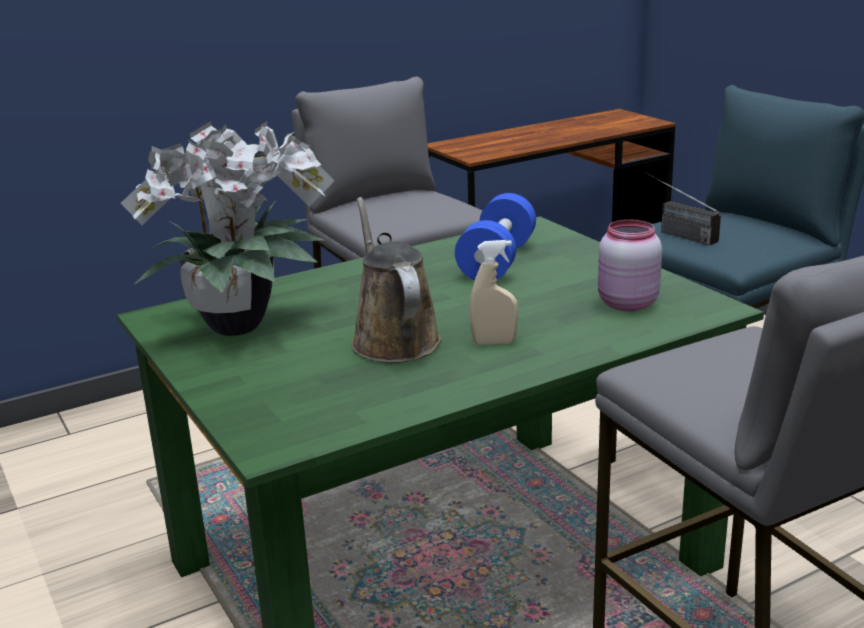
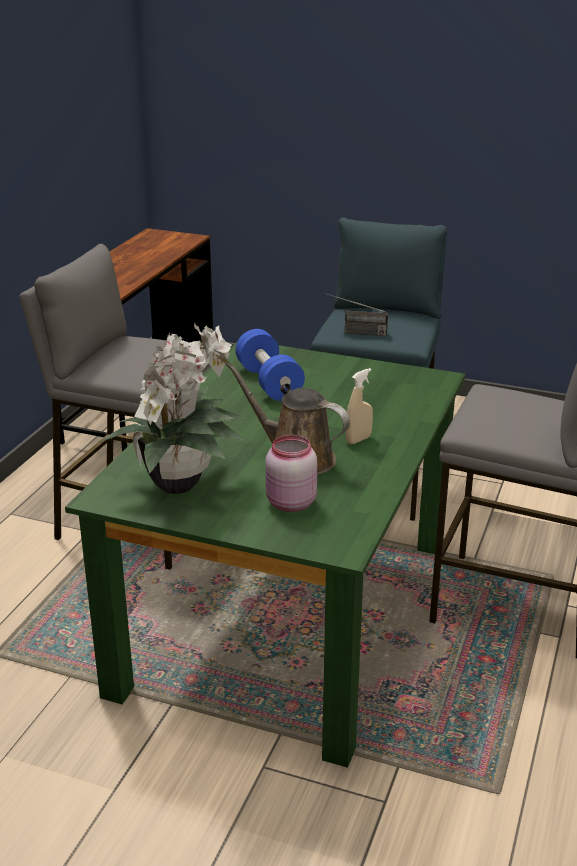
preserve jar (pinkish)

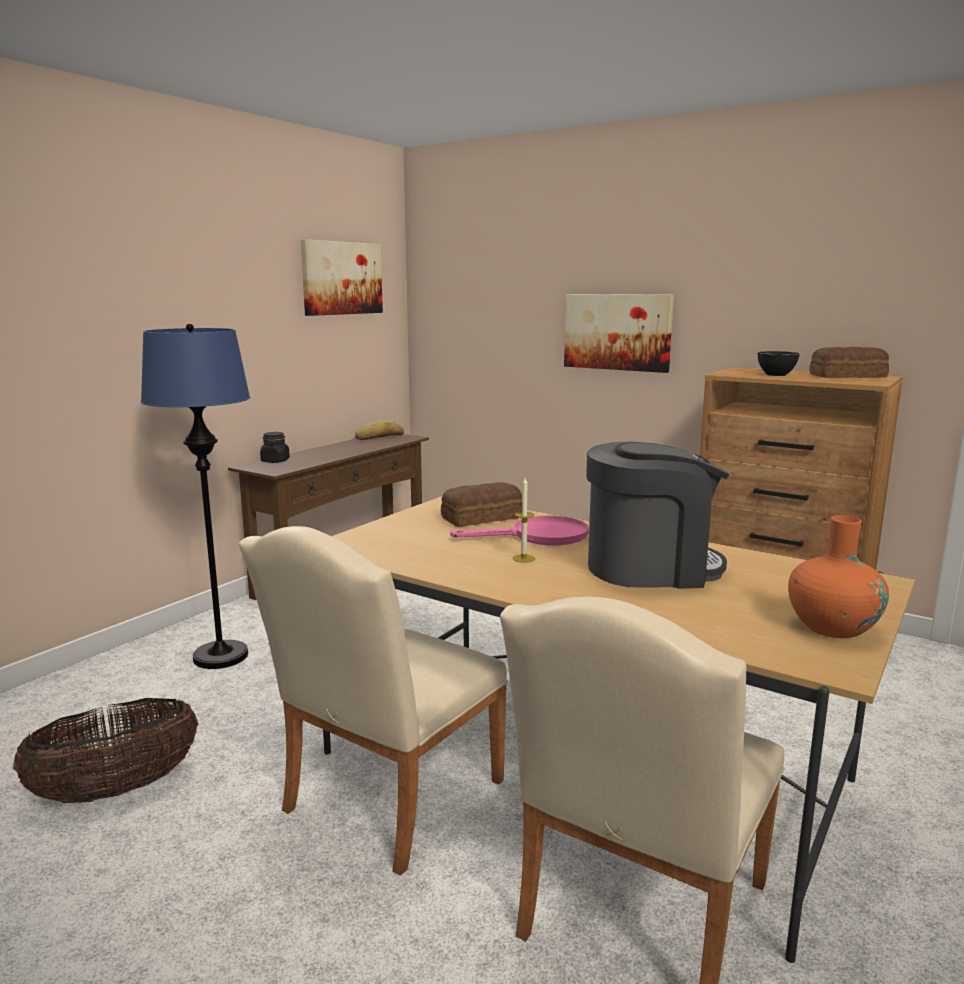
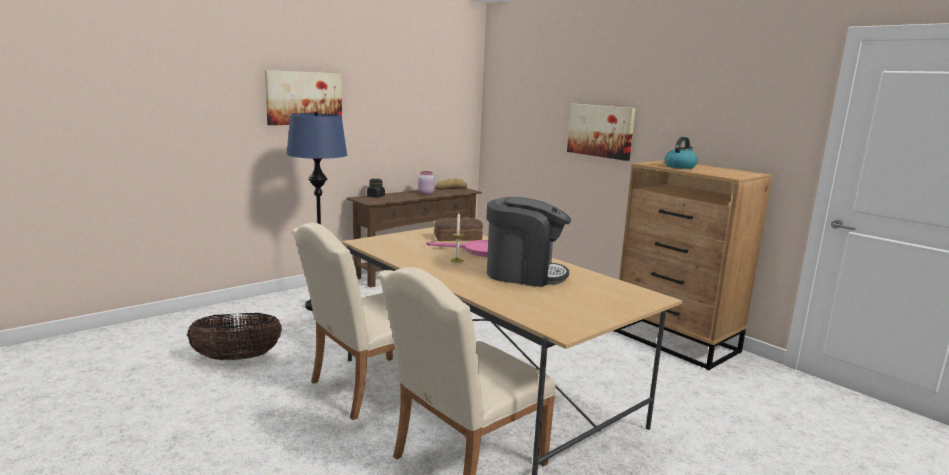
wall picture (no. 1 from left); preserve jar (pinkish); water kettle; vase (orange-coloured); bread (no. 3 from left in the first image)

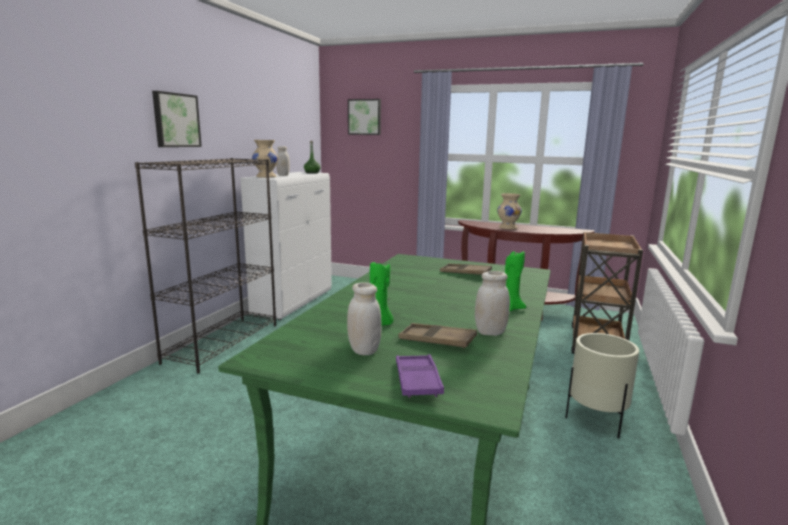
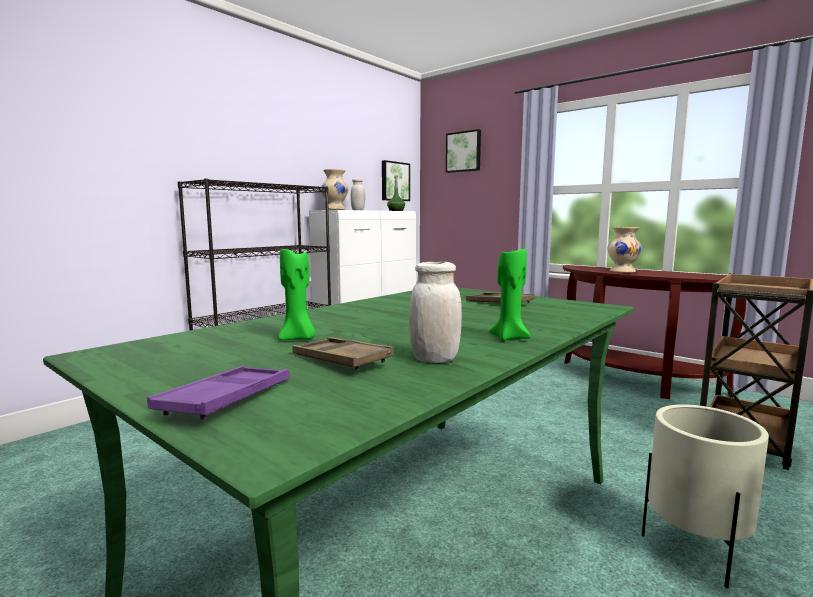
wall picture (no. 1 from left); preserve jar (white) (no. 2 from left in the first image)

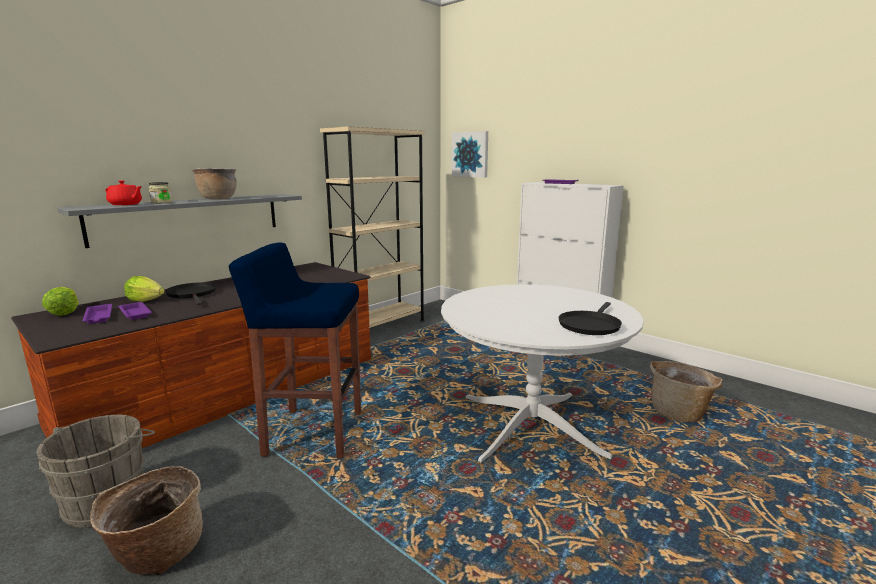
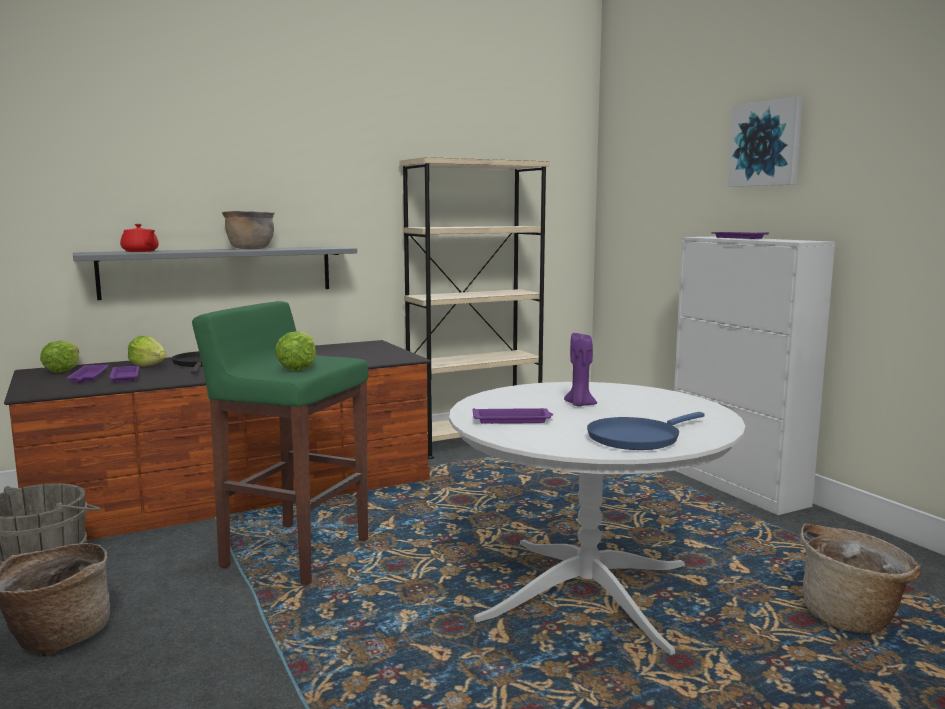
sitting stool (green); lettuce (no. 3 from left); carrying tray (purple) (no. 3 from left); wax light (purple); pan (blue-coloured); wall picture; preserve jar

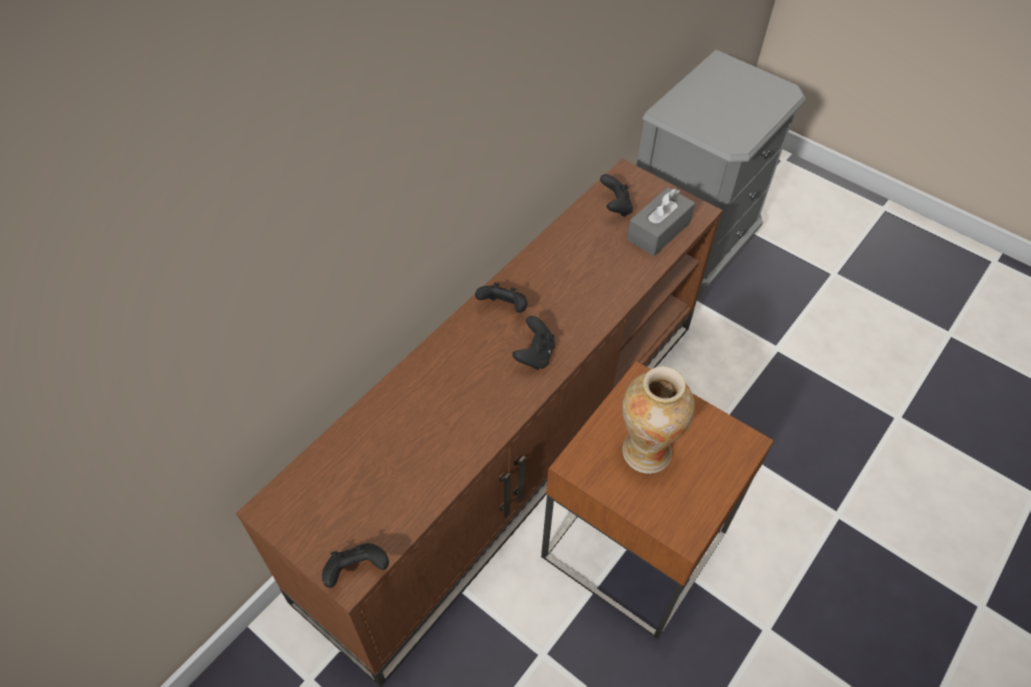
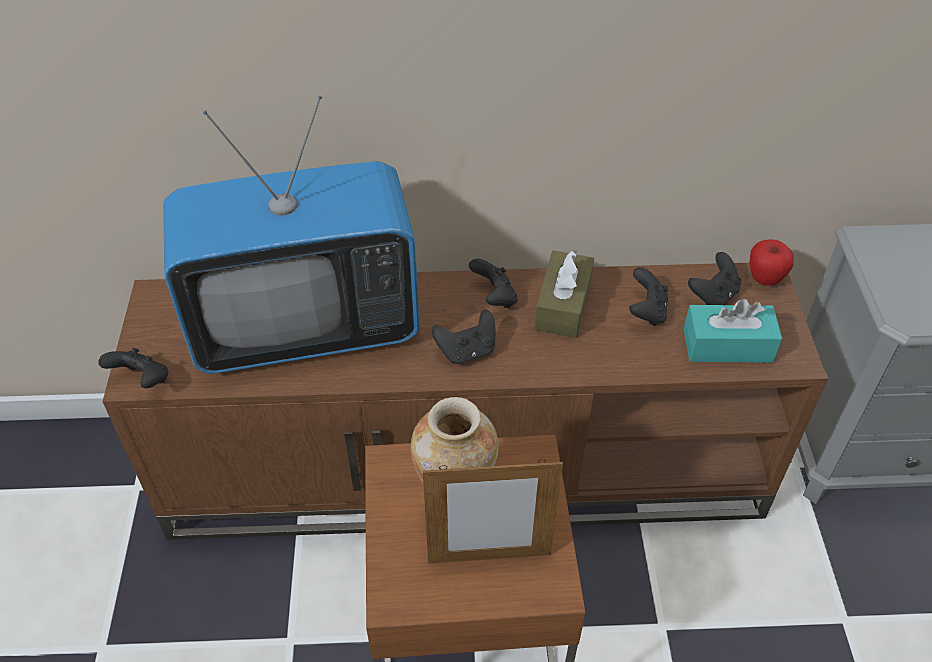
TV set; picture frame; tissue box (brown-coloured); gamepad (blackish) (no. 4 from left); tissue box (blue-green); apple fruit

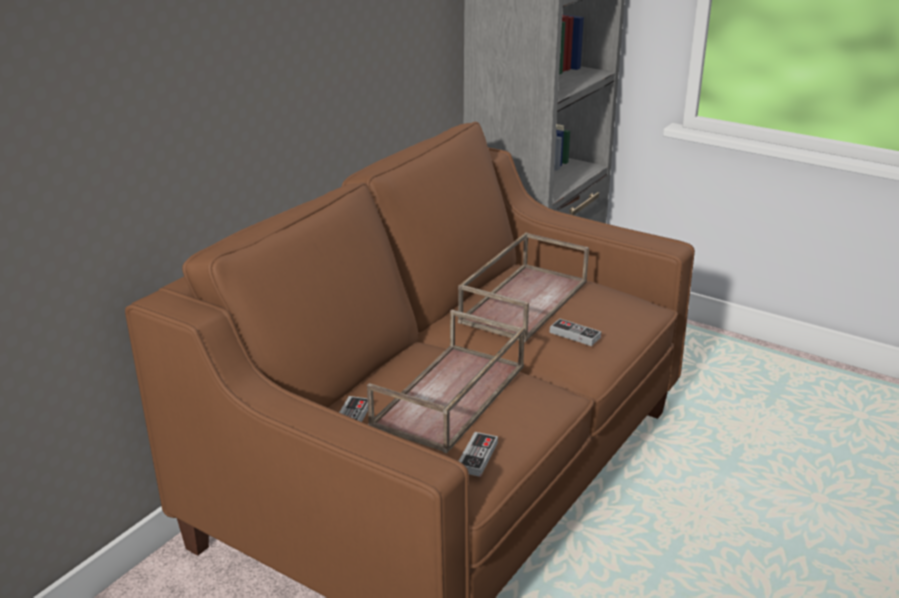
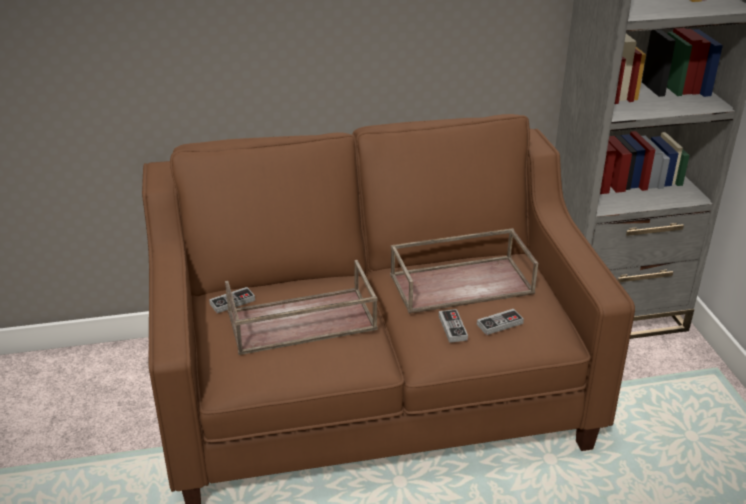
gamepad (no. 3 from left)

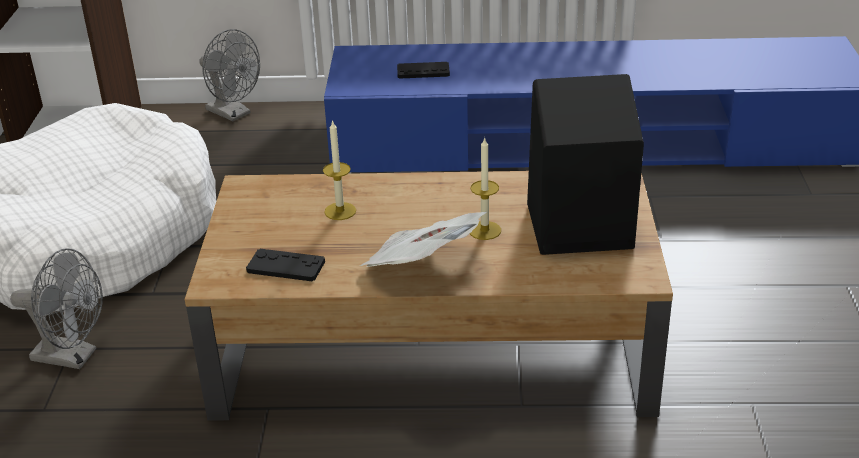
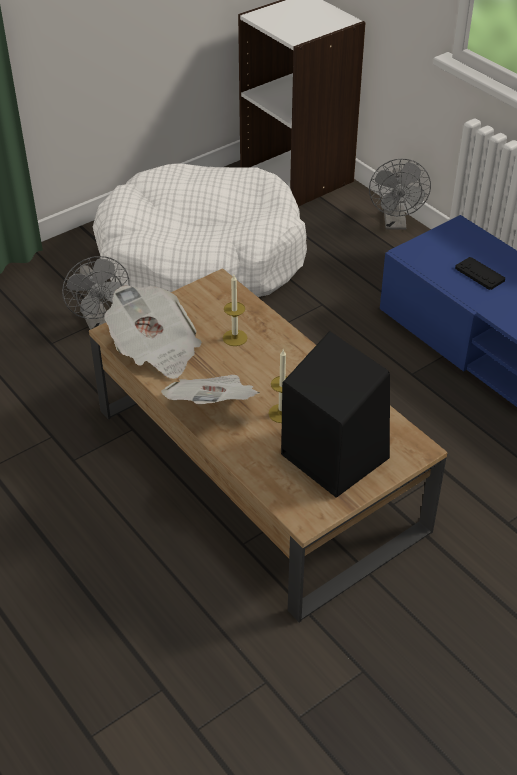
daily paper (no. 1 from left)

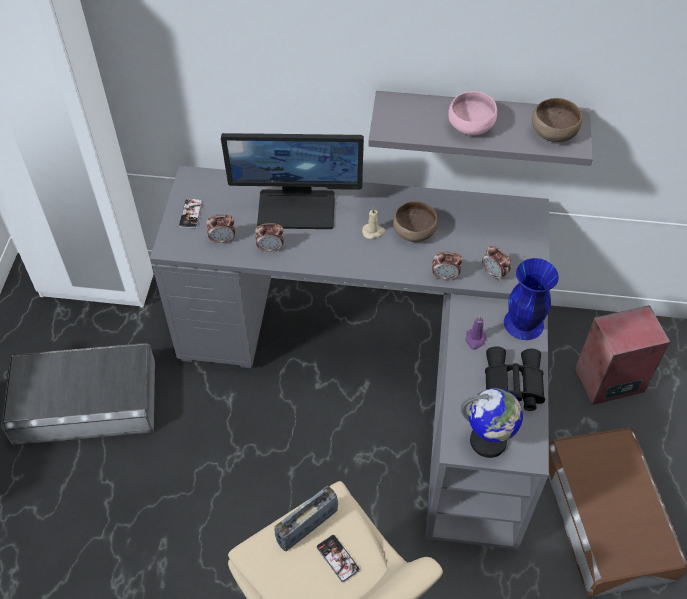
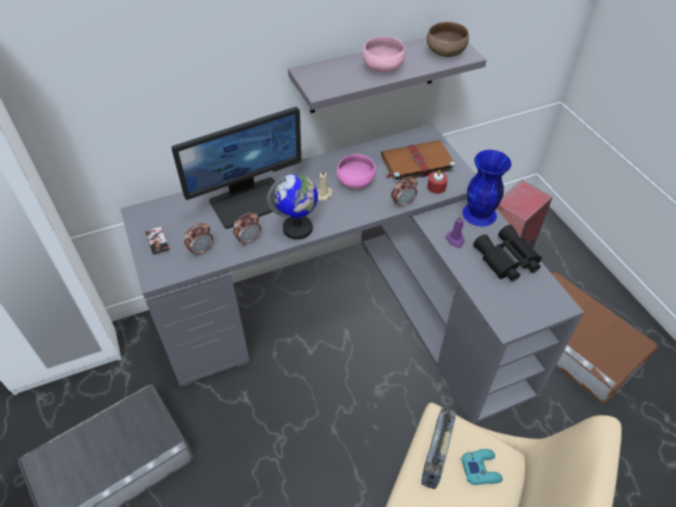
desk globe; deep dish (pinkish) (no. 1 from left); volume (brown-coloured); wax light (red); gamepad (blue-green)

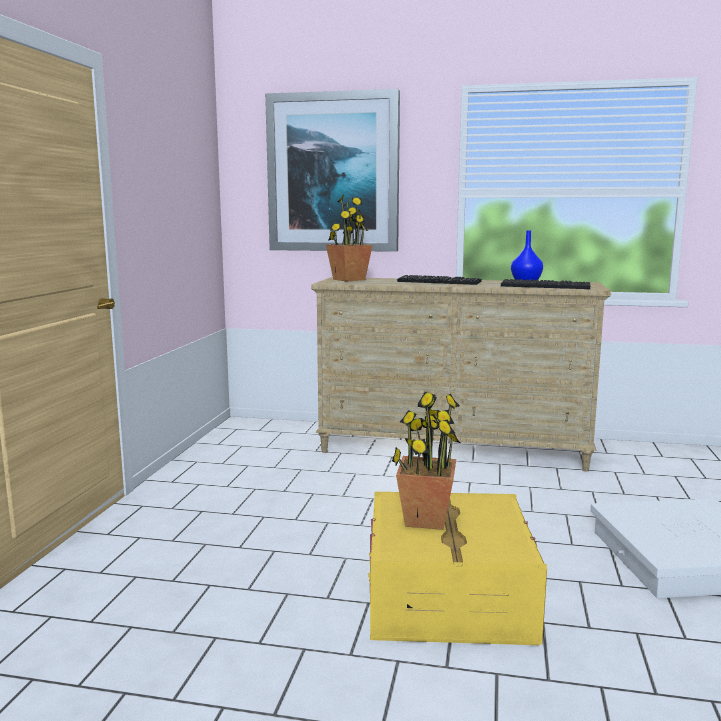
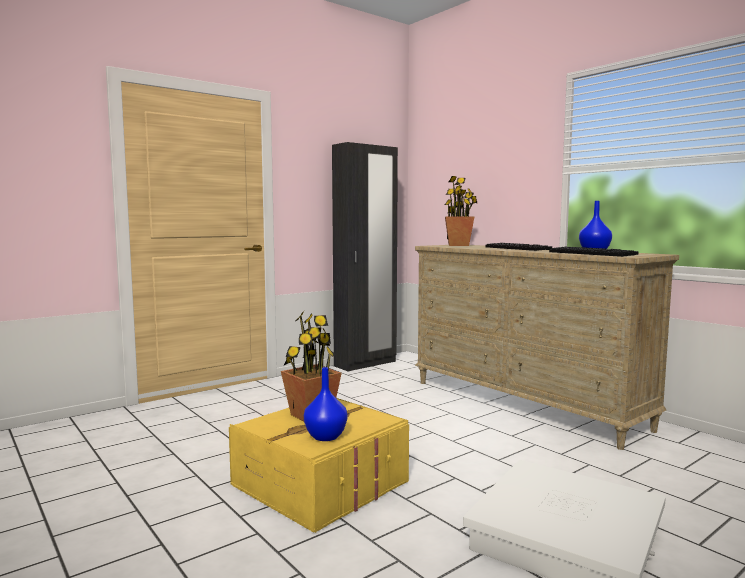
vase (blue-coloured) (no. 1 from left); armoire (blackish); wall picture

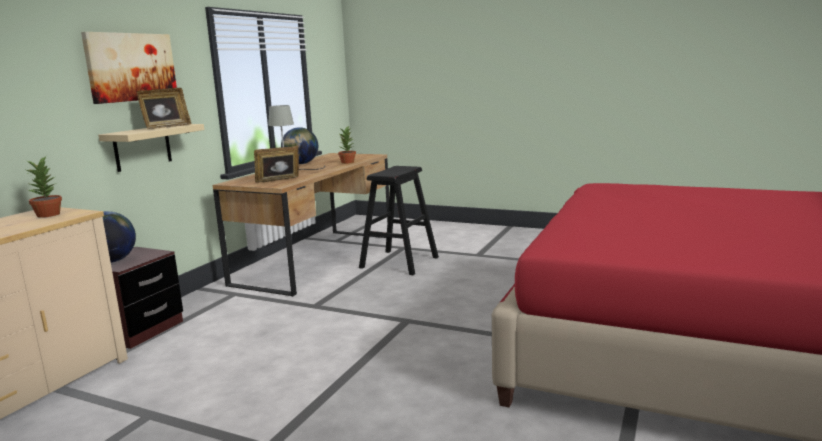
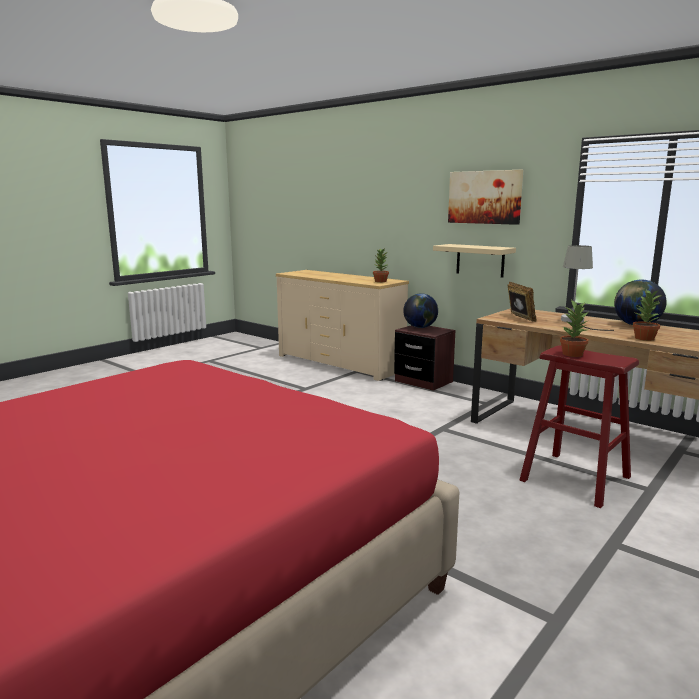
sitting stool (red); potted plant (no. 2 from left); picture frame (no. 1 from left in the first image)

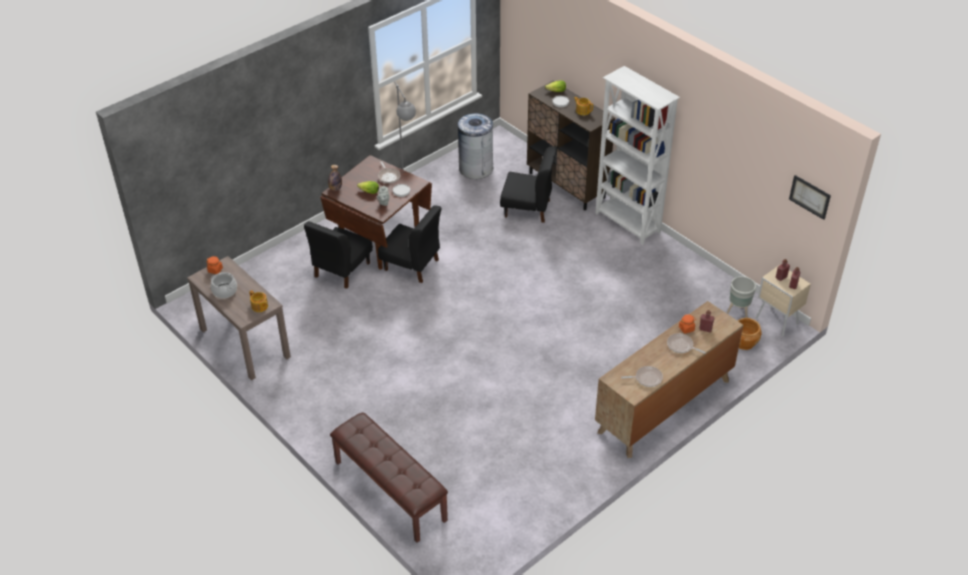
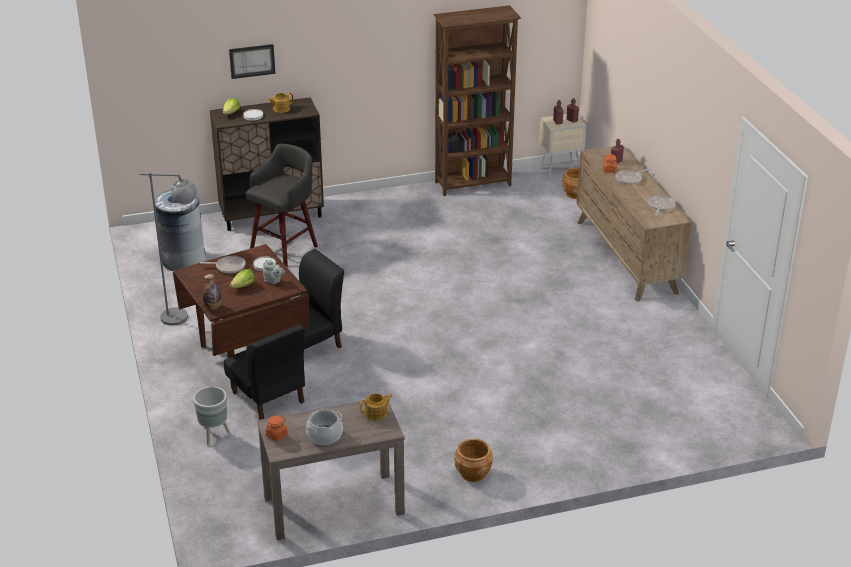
planter (greyish); wall picture; sitting stool (greyish); bookcase (brown-coloured); planter (brown-coloured) (no. 1 from left); long seat (brown-coloured); bookcase (white)

